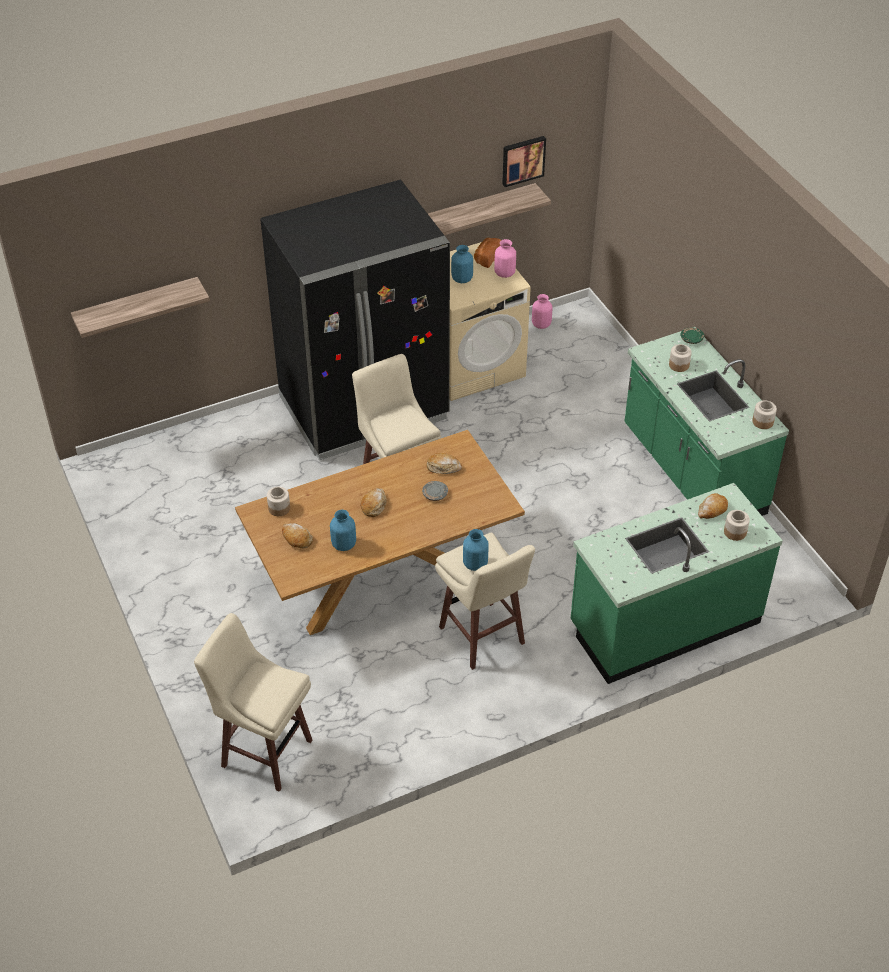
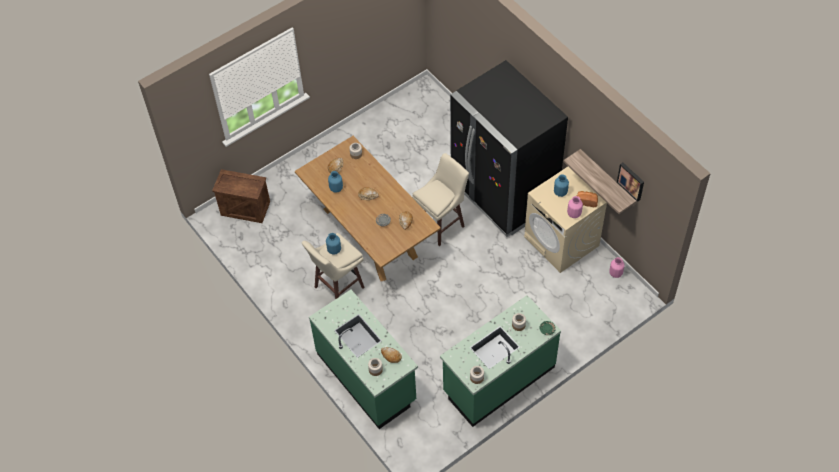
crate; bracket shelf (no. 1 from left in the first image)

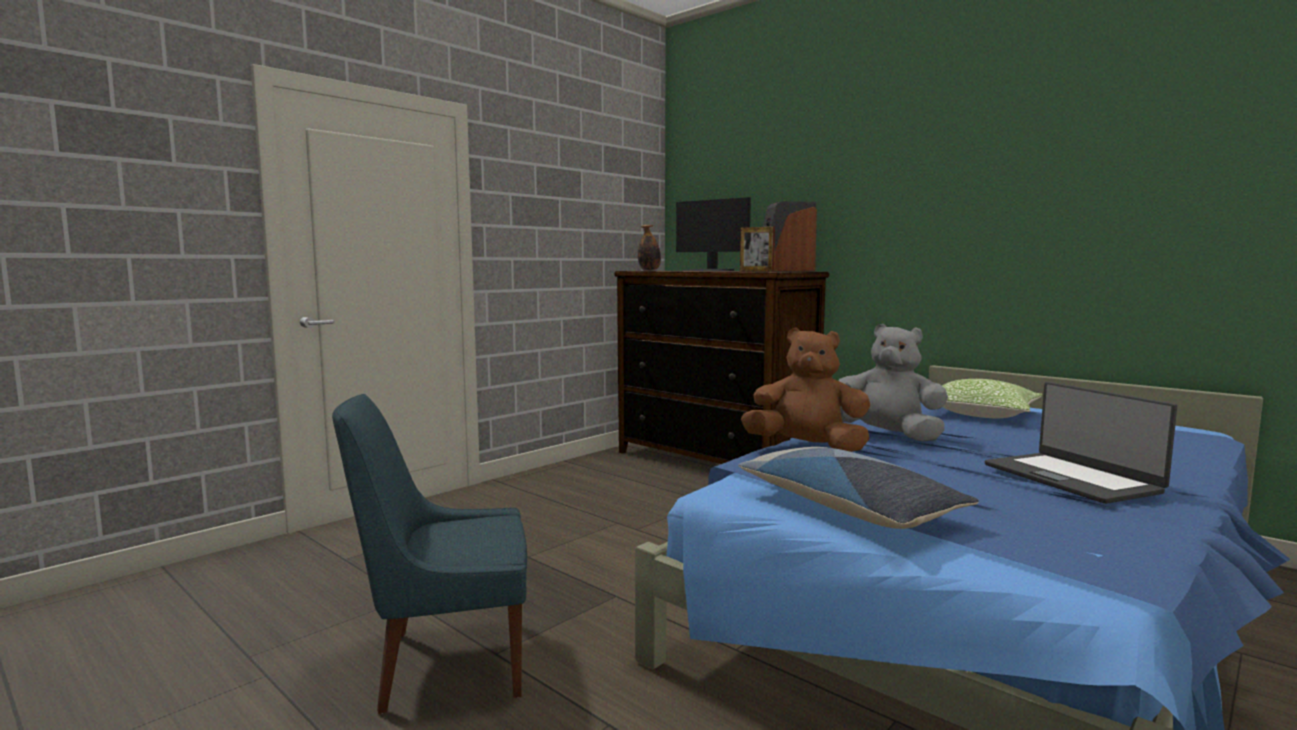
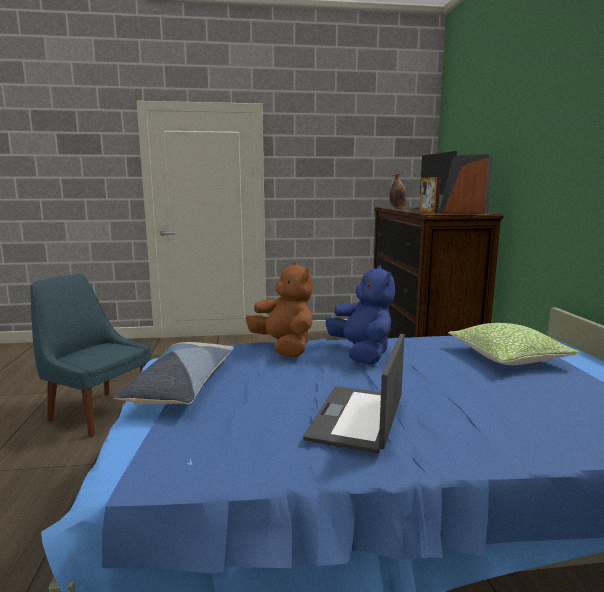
soft toy (blue-coloured)

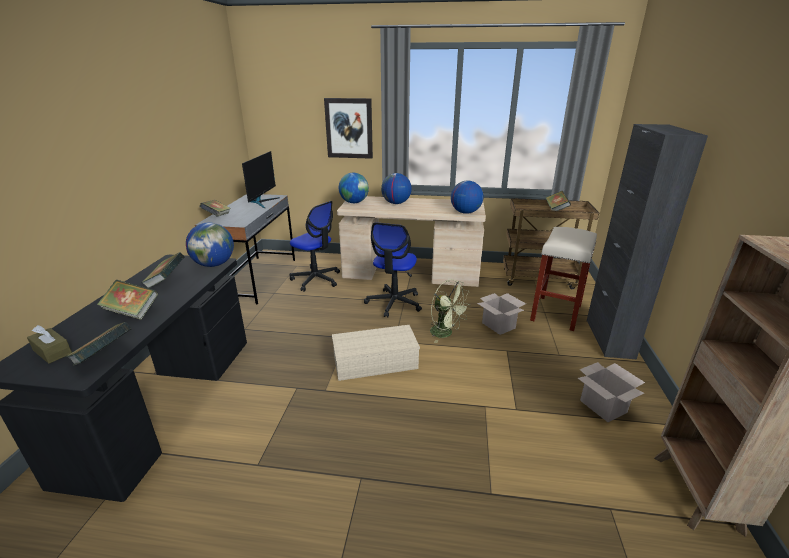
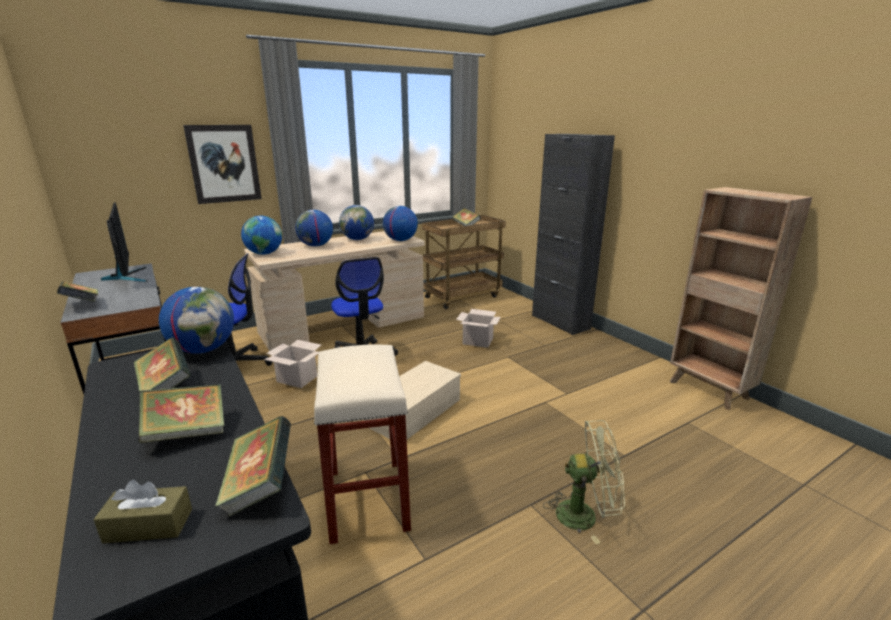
packing box (no. 1 from left); sitting stool (beige-coloured); desk globe (no. 4 from left); fan (green)

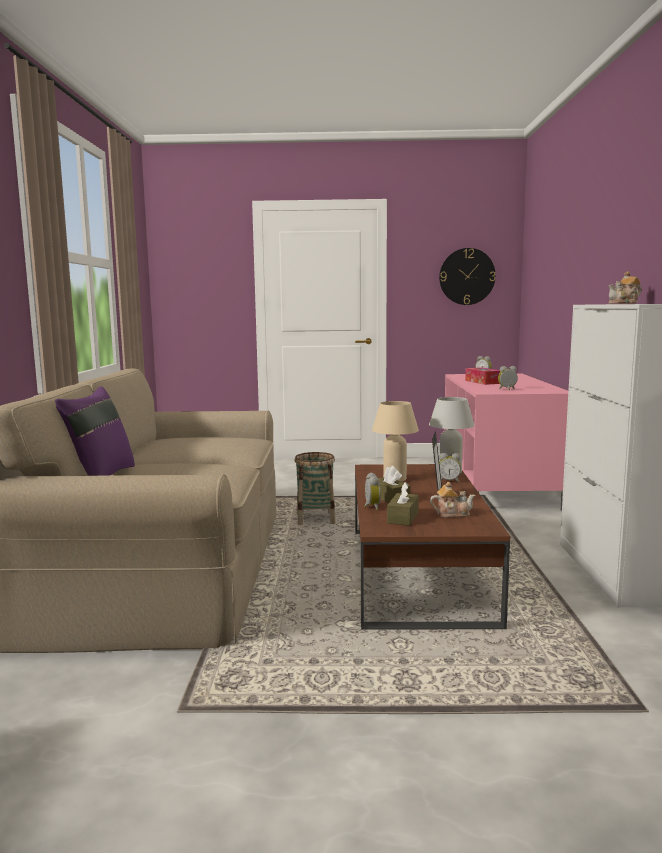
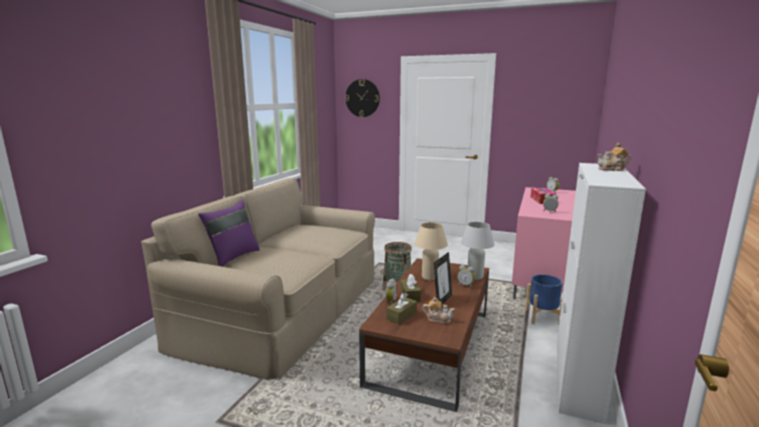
clock on the wall; planter (blue-coloured)

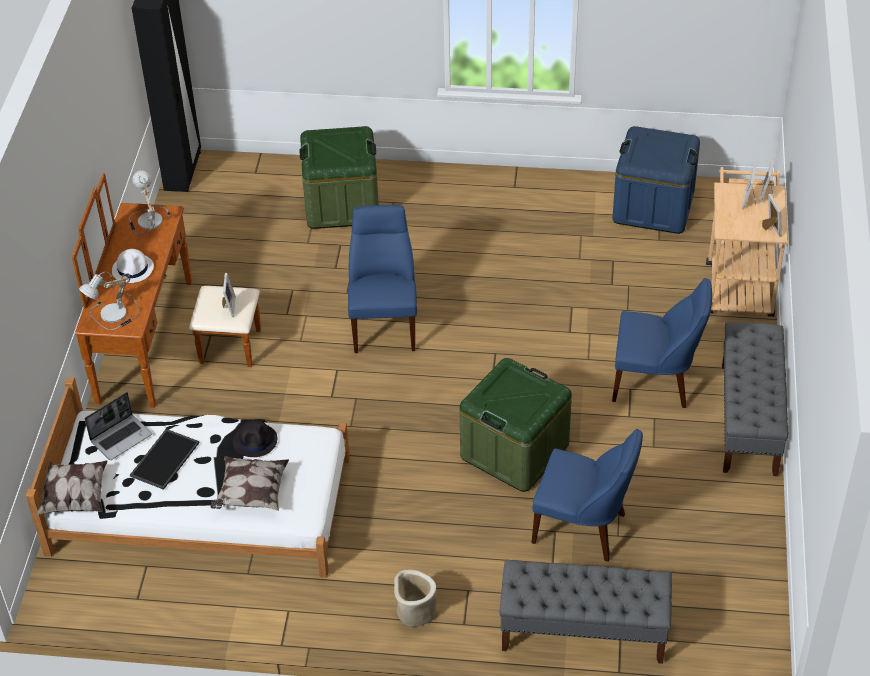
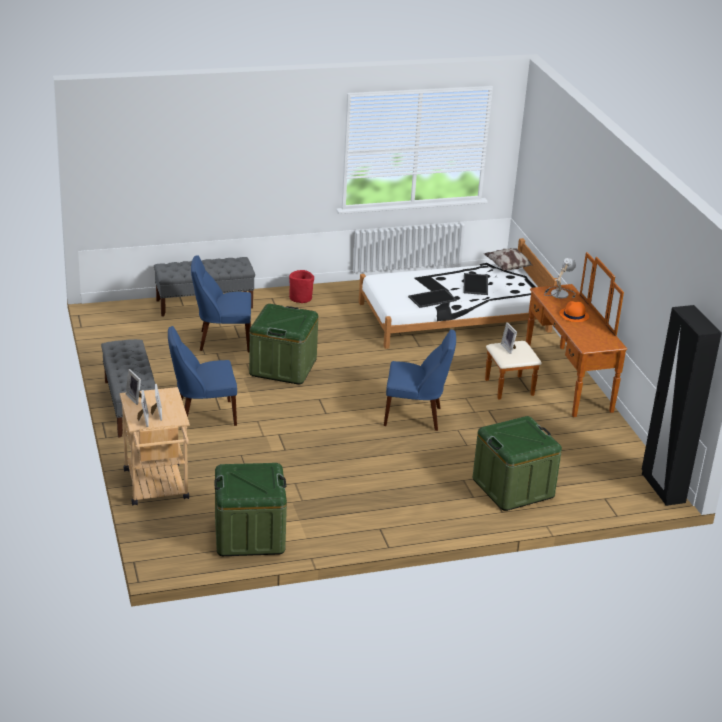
storage box (green) (no. 1 from left); planter (red); plain chair (blue-coloured) (no. 3 from left); carrying tray (no. 1 from left); hat (orange-coloured); portable computer; tabletop lamp (no. 2 from left in the first image); cushion (no. 2 from left in the first image)

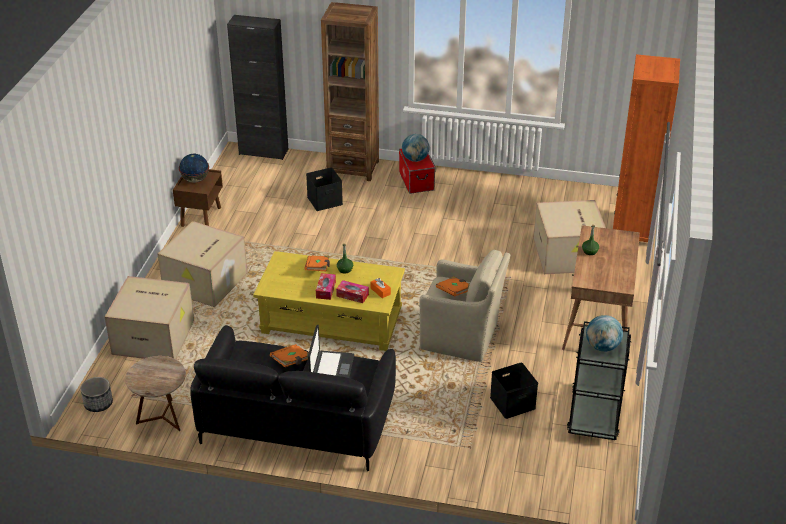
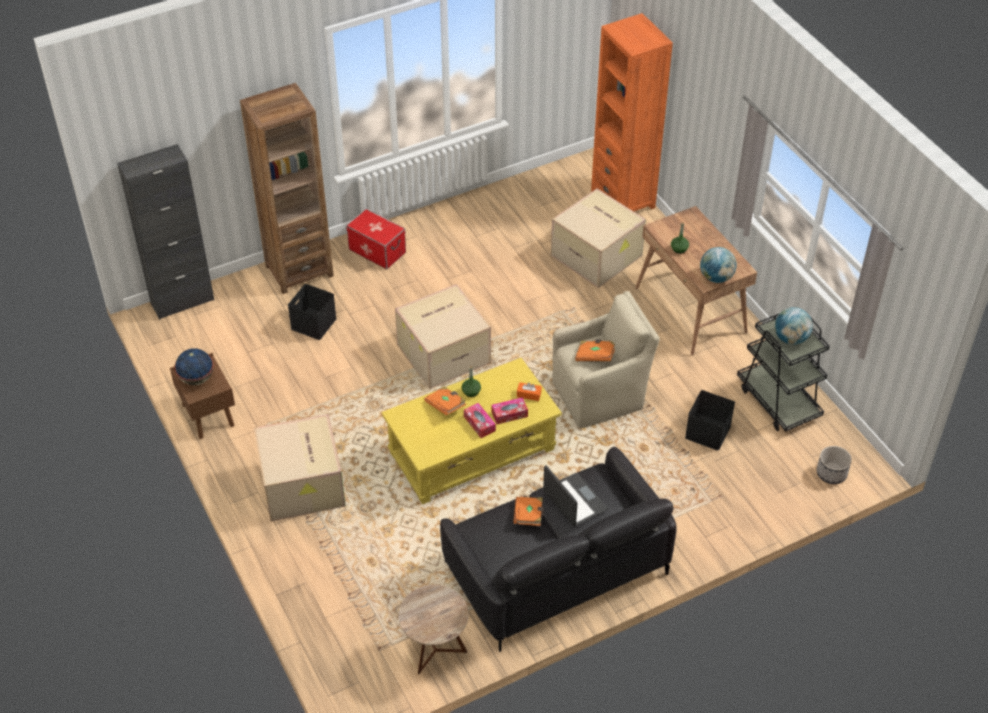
packing box (no. 2 from left); desk globe (no. 2 from left); planter

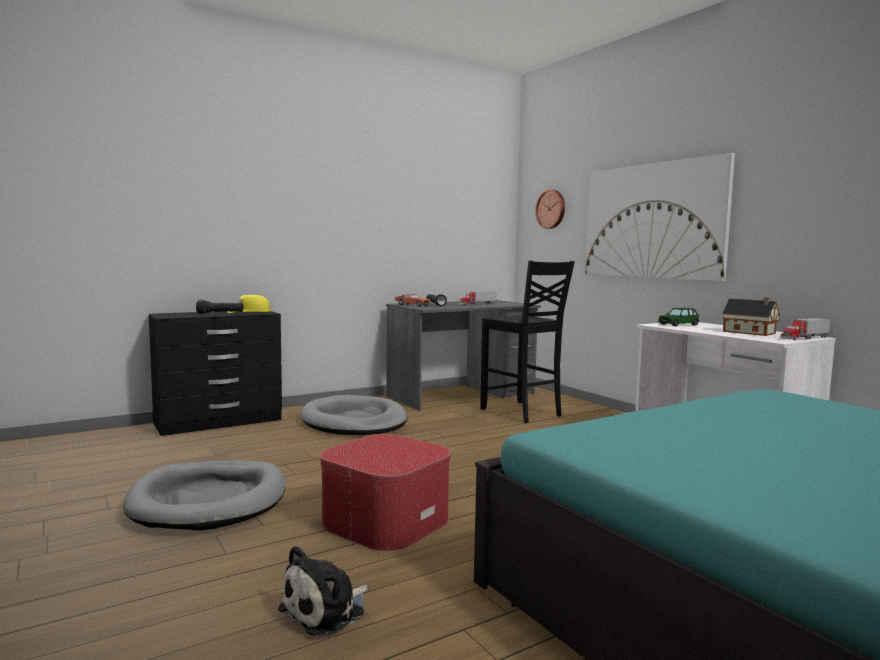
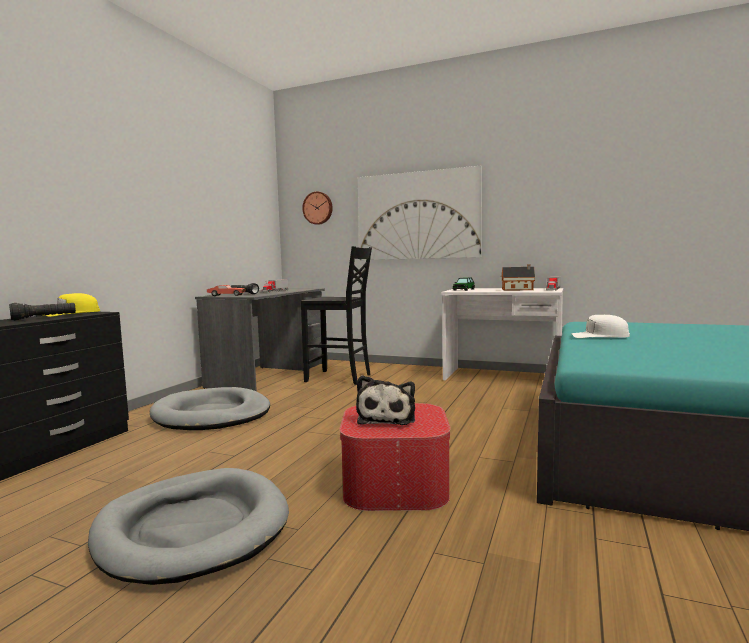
soft toy; baseball cap (white)

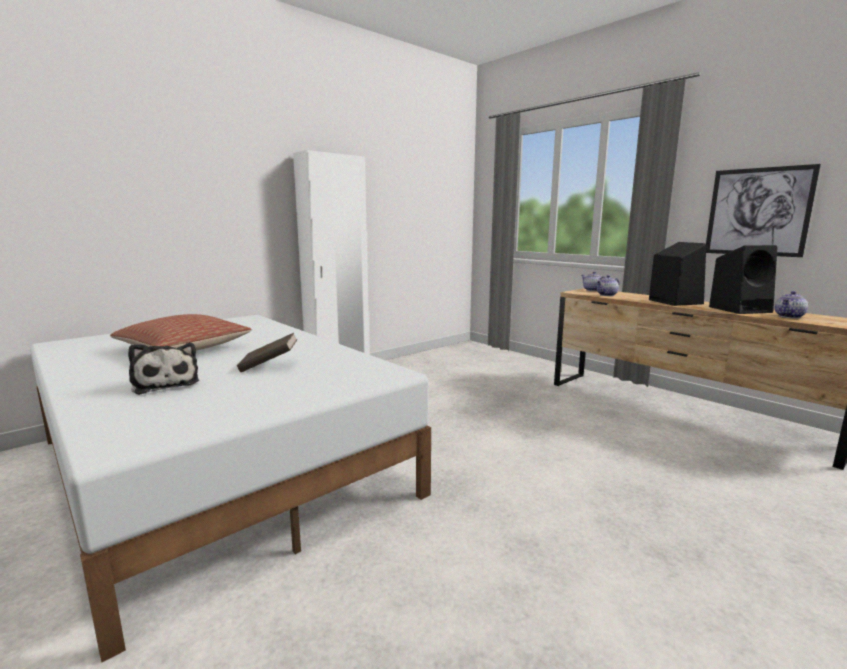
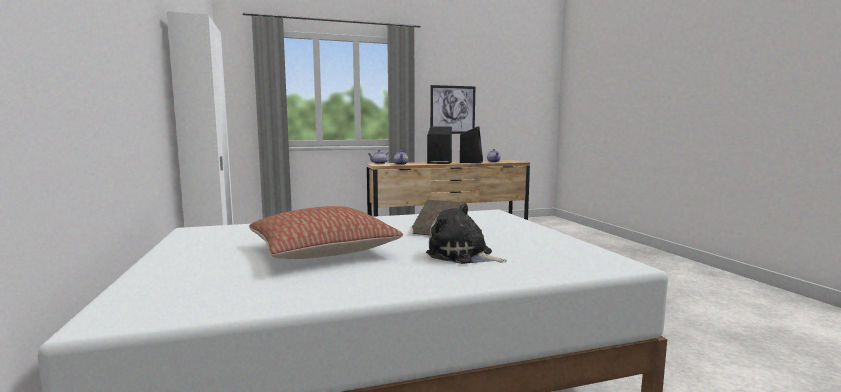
soft toy

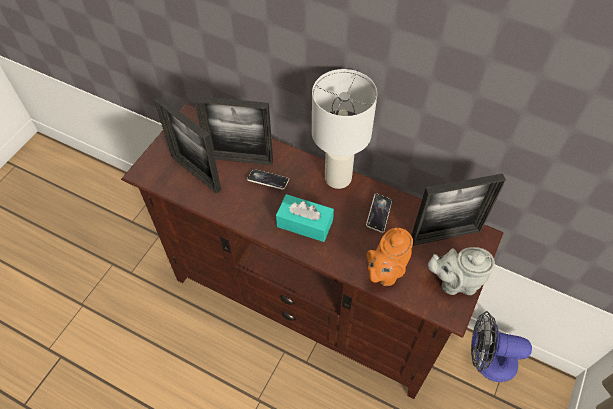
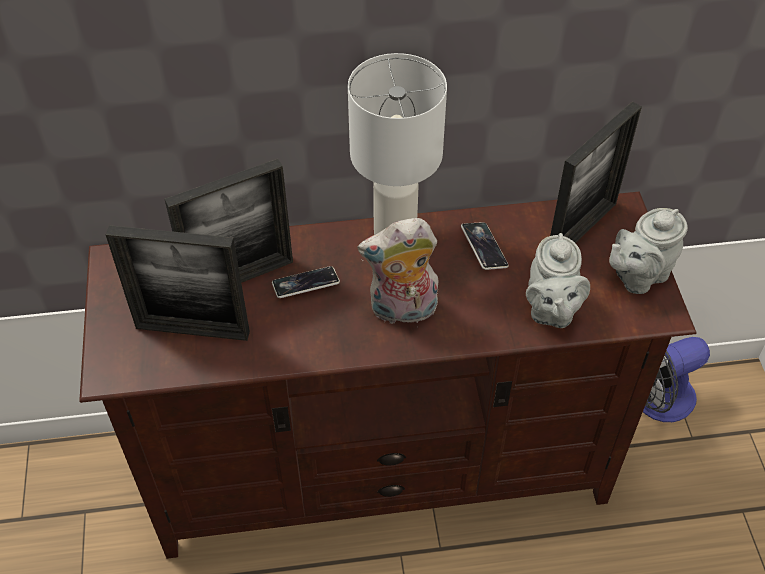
soft toy; teapot (greyish) (no. 1 from left)

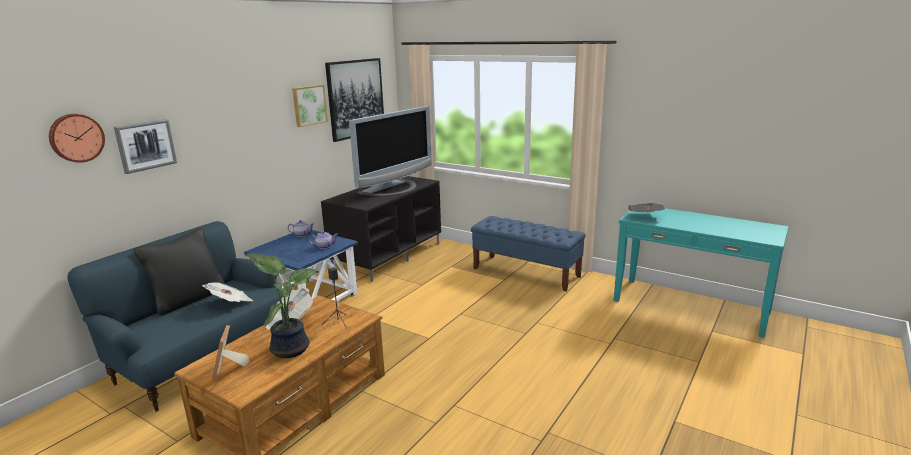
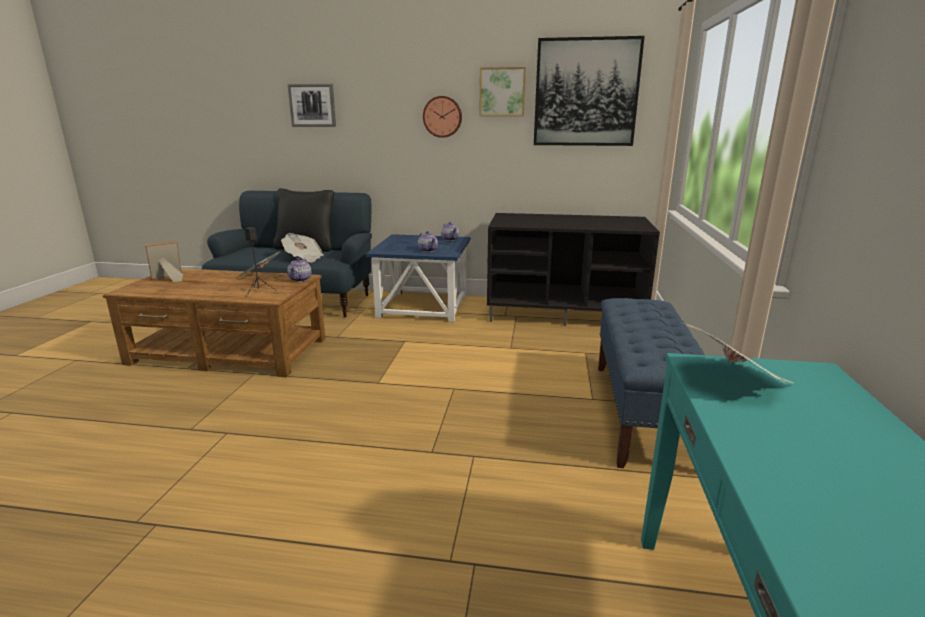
teapot (no. 1 from left); clock on the wall; potted plant; TV set

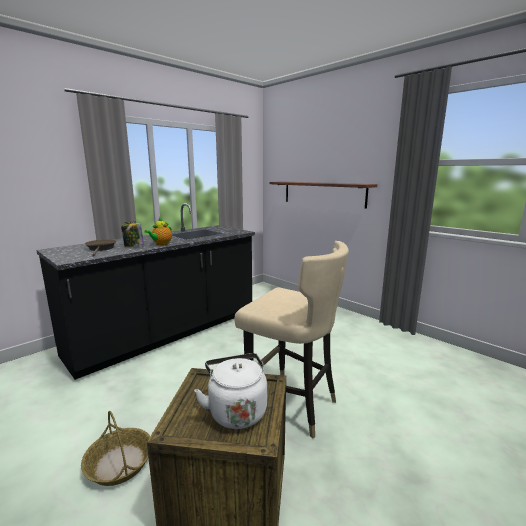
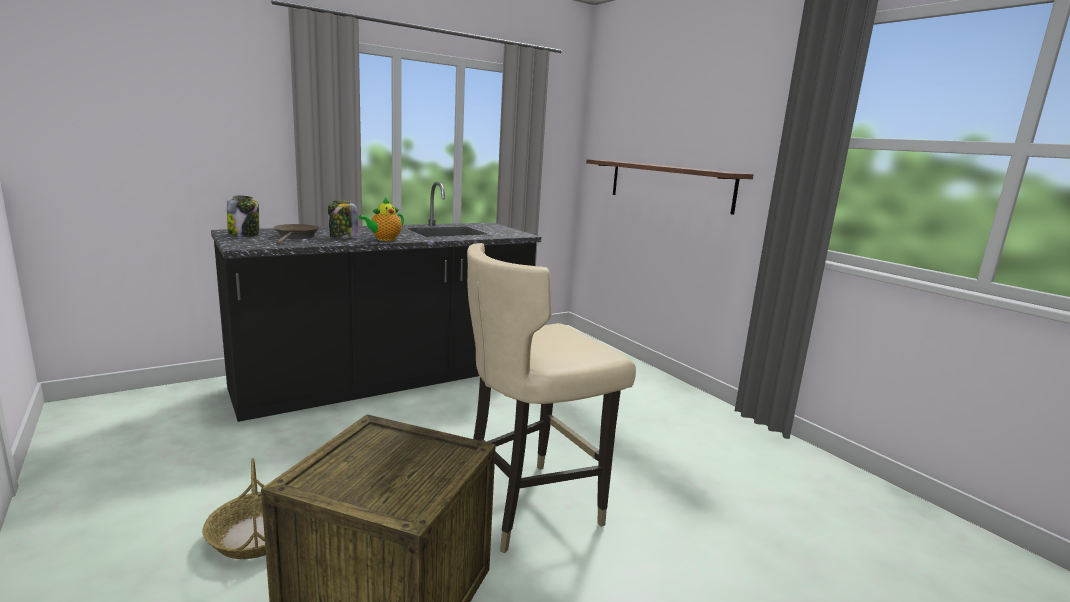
preserve jar (no. 1 from left); plain chair (beige-coloured); water kettle (white)

